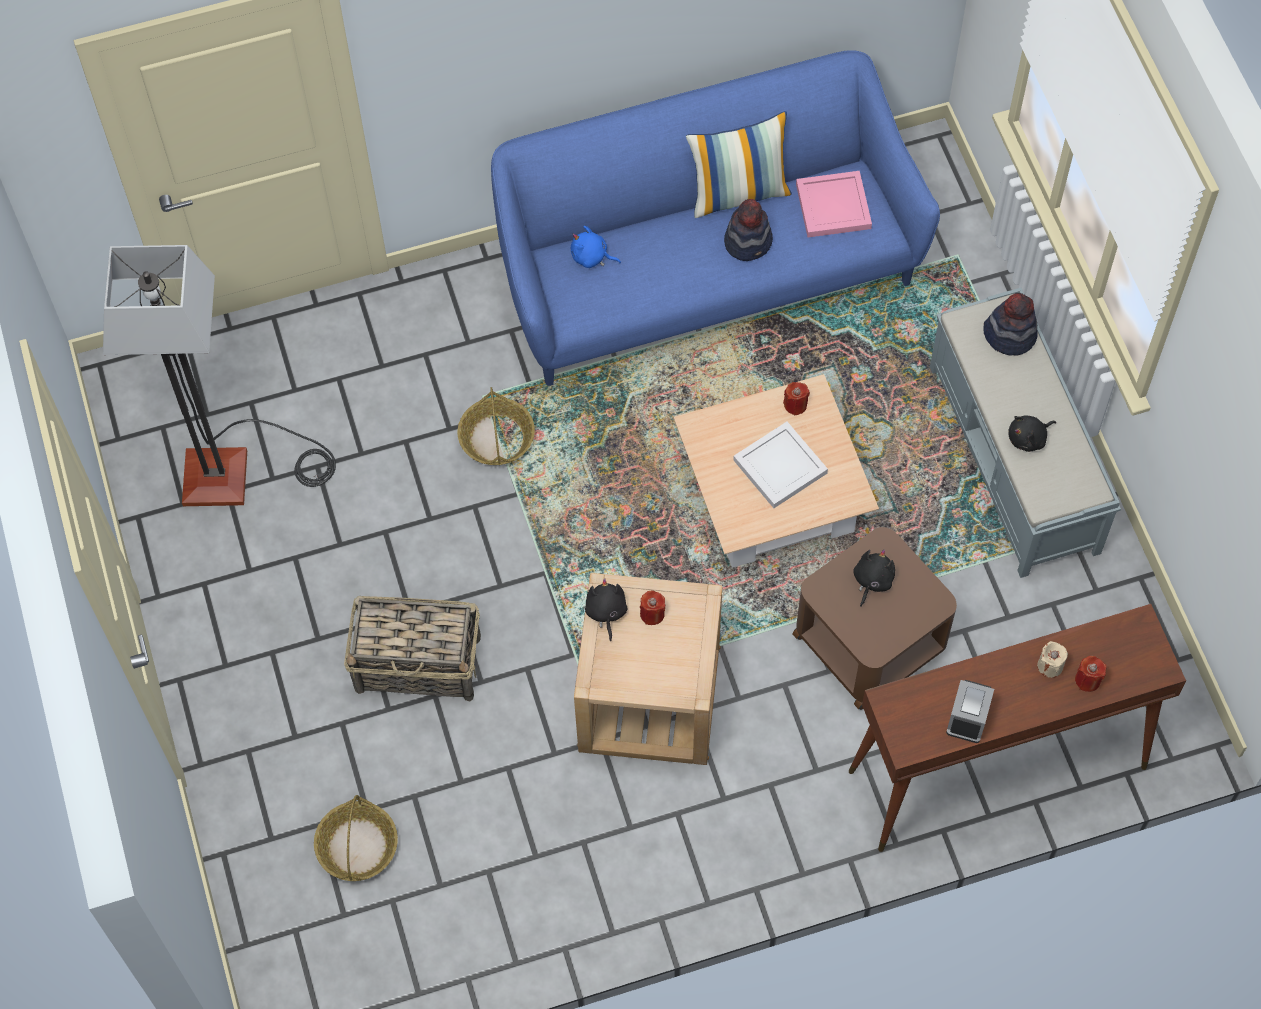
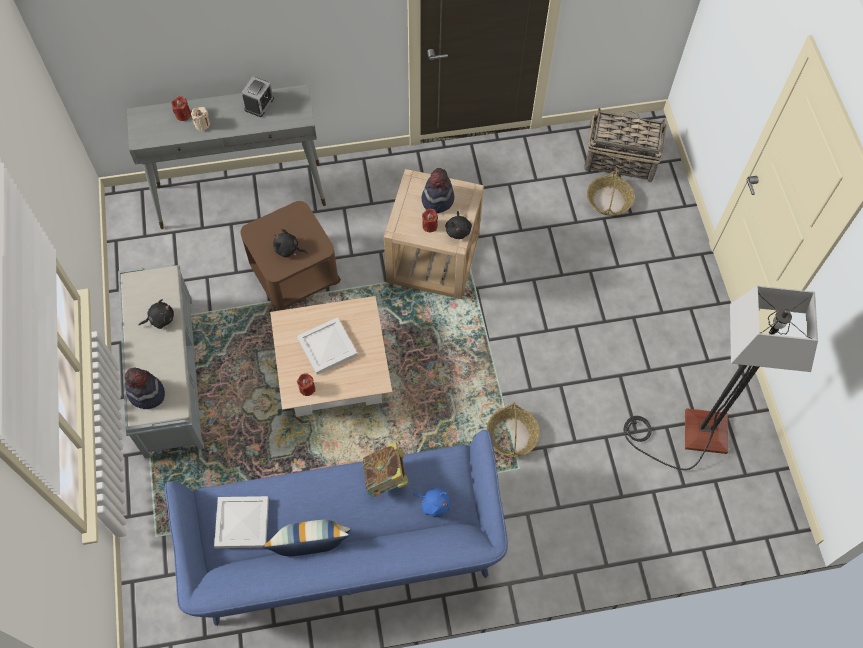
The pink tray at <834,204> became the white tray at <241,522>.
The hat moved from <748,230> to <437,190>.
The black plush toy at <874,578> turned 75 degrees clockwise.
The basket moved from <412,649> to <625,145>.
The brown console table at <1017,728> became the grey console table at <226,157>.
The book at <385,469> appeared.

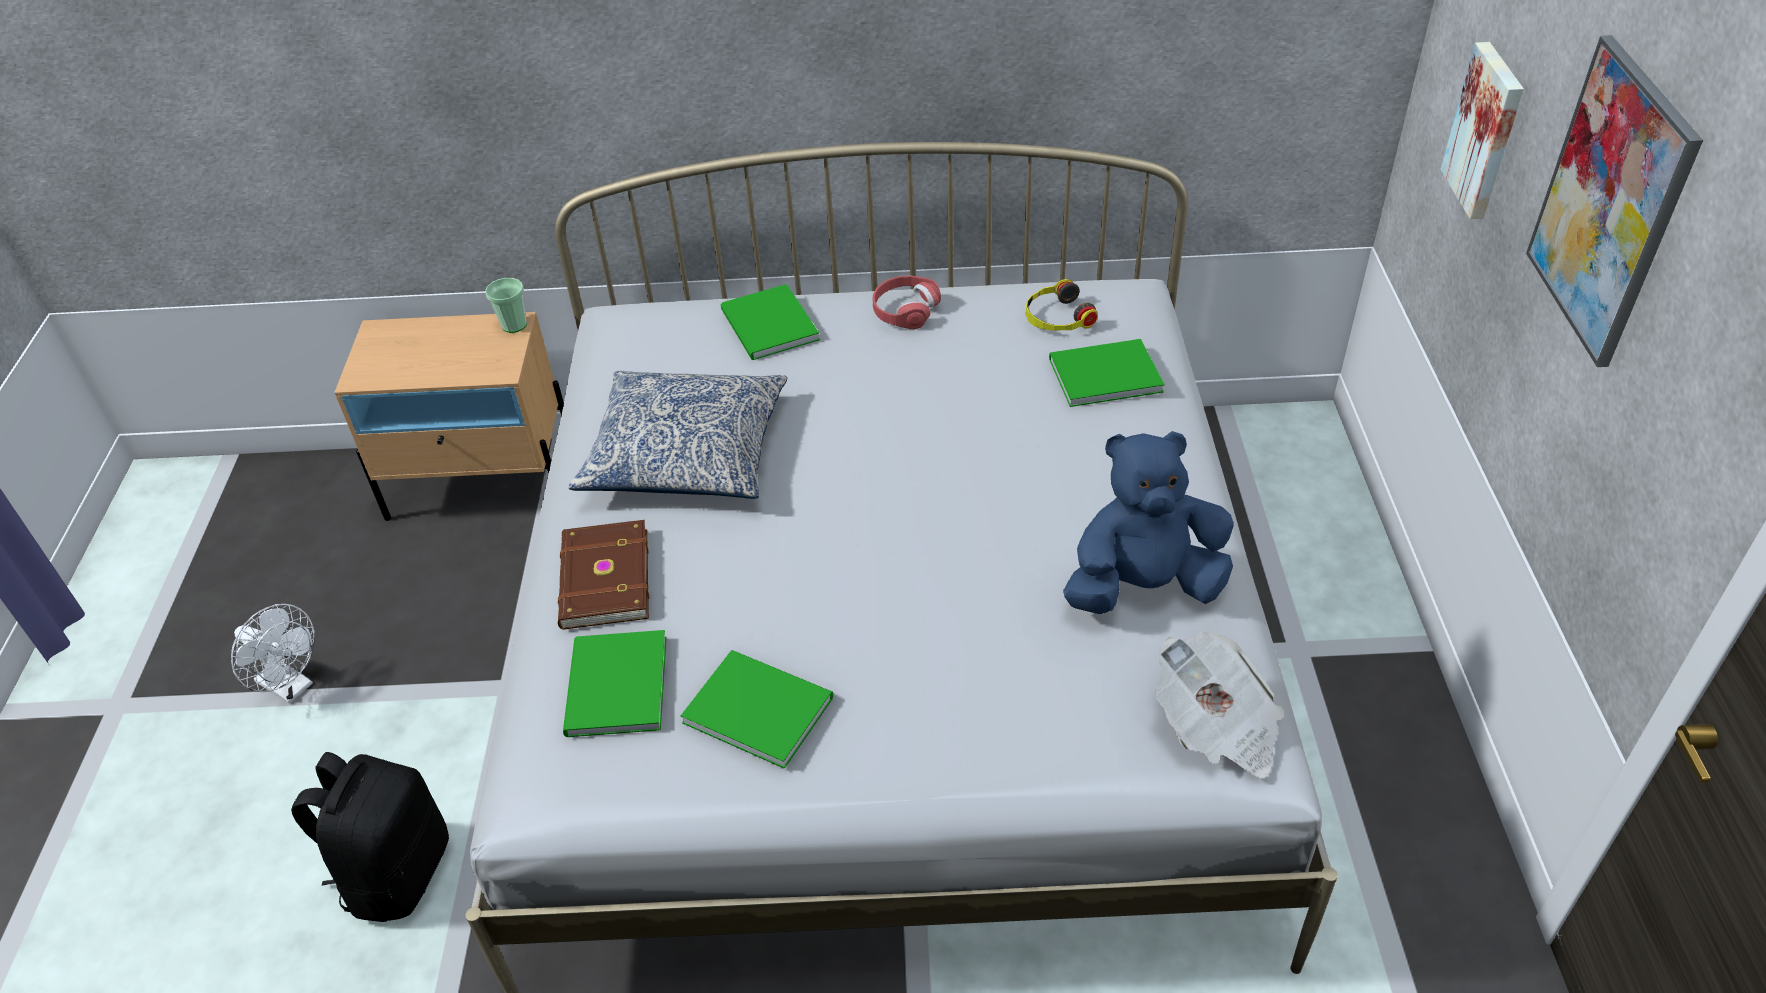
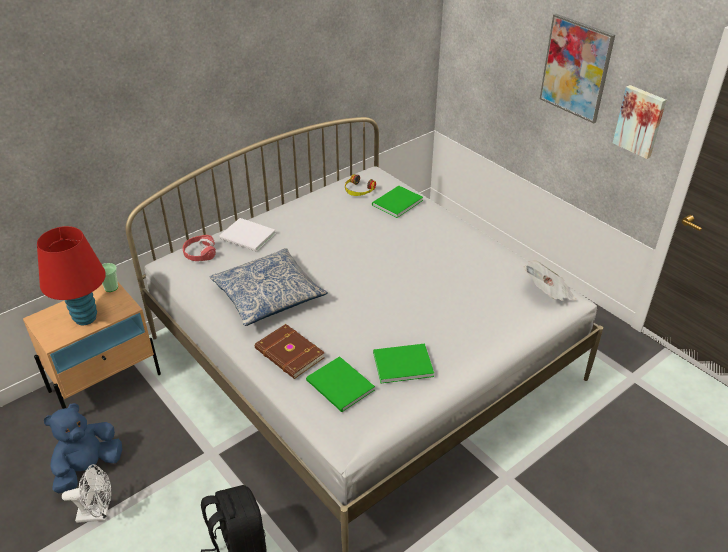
The picture moved from <1482,130> to <639,122>.
The red headphones moved from <906,302> to <199,248>.
The green book at <770,322> became the white book at <247,234>.
The blue plush toy moved from <1148,522> to <83,448>.
The red table lamp at <71,275> appeared.

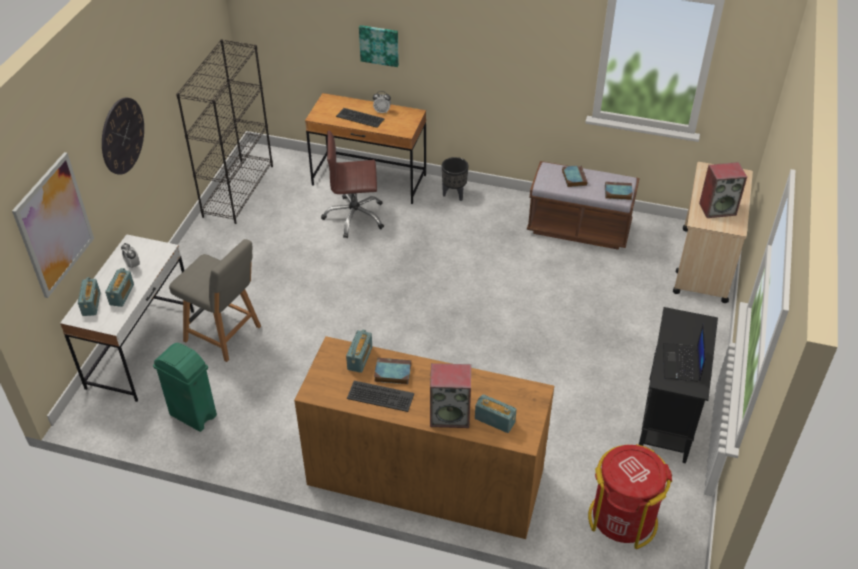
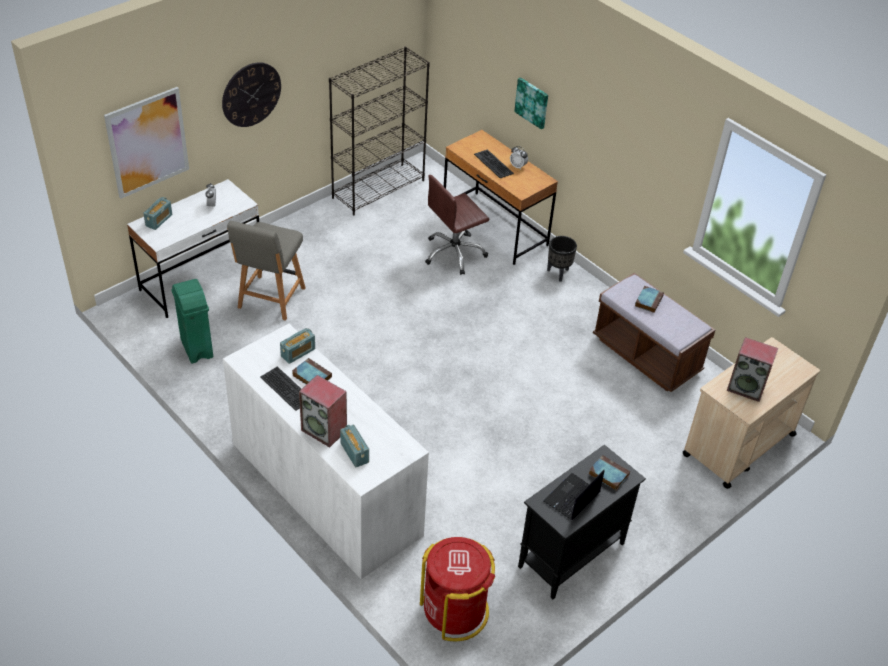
The brown office chair at <352,184> turned 60 degrees counterclockwise.
The book moved from <619,191> to <609,472>.
The grey chair at <215,300> turned 45 degrees clockwise.
The radio at <119,287> disappeared.
The brown dresser at <424,437> became the white dresser at <326,451>.

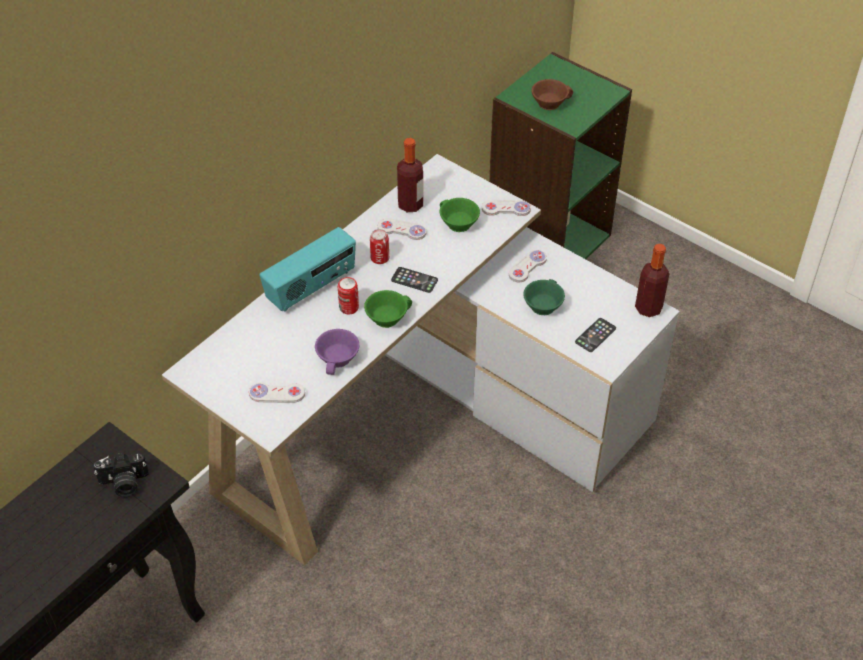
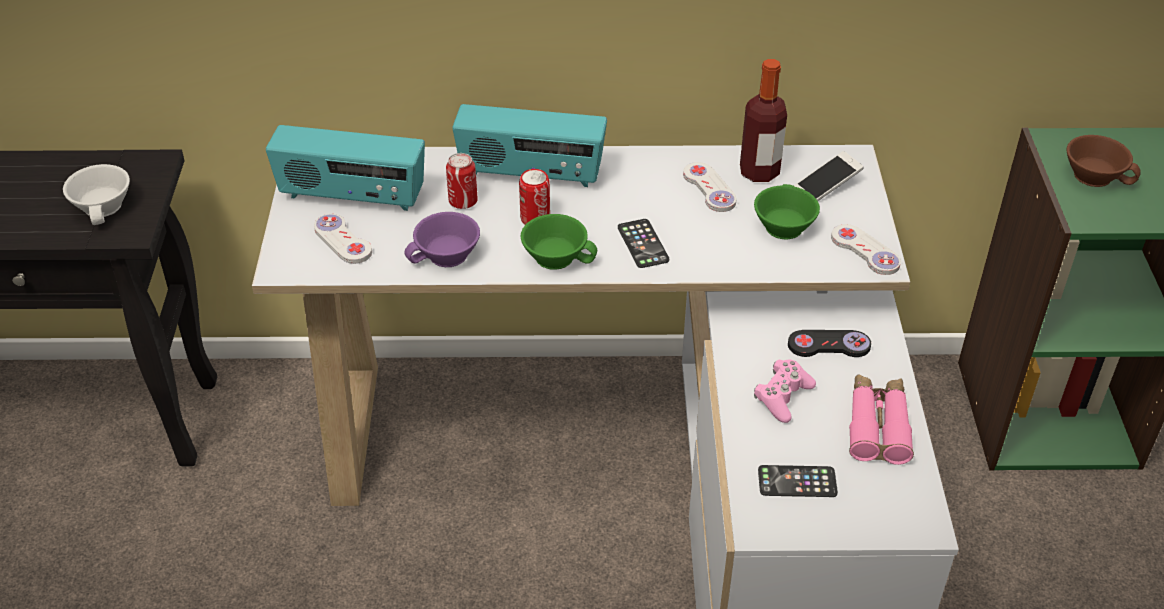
The can moved from <379,246> to <462,181>.
The bottle at <652,280> disappeared.
The white game controller at <528,266> became the black game controller at <829,343>.
The green cup at <544,297> was replaced by the pink game controller at <785,391>.
The photo camera at <121,474> was replaced by the white cup at <96,194>.
The radio at <345,168> appeared.
The phone at <828,176> appeared.
The pink binoculars at <881,419> appeared.

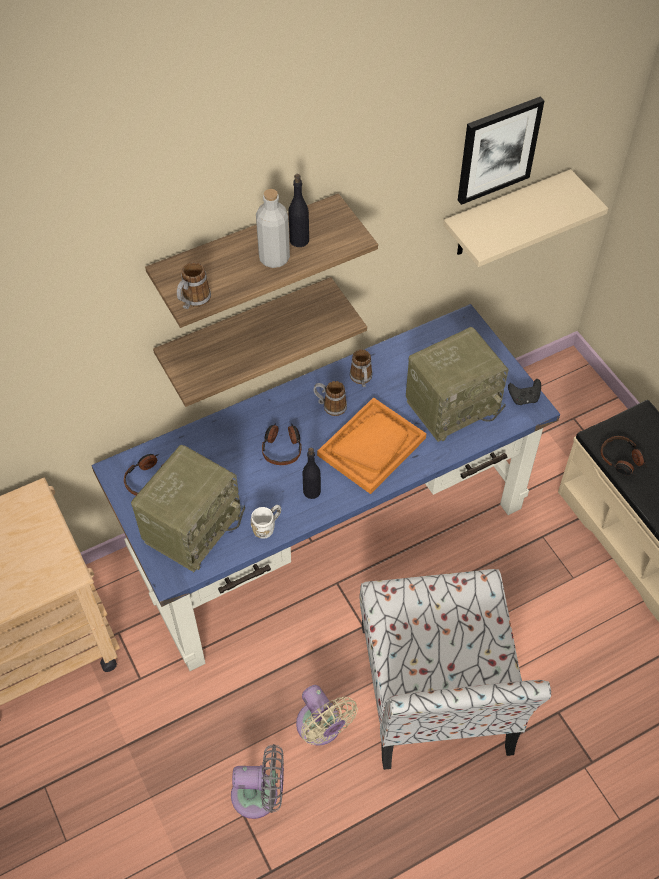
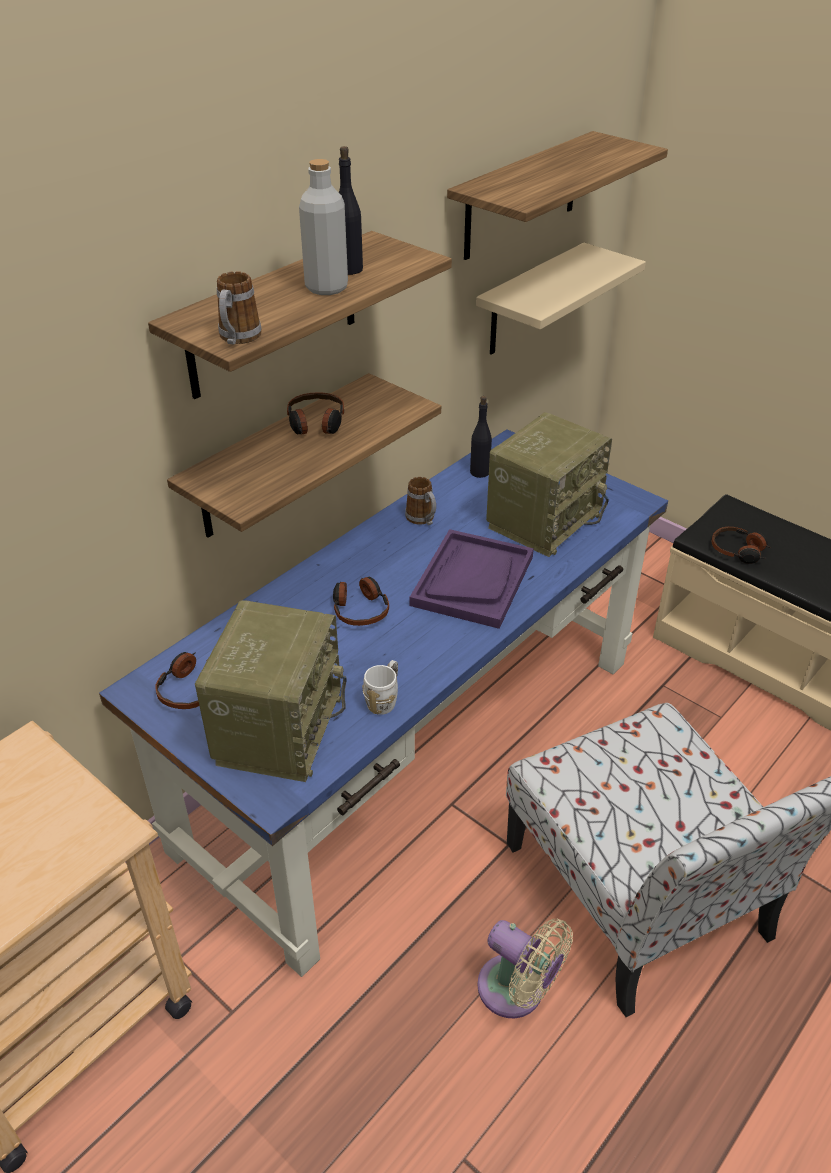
The picture at <500,151> was replaced by the shelf at <557,195>.
The black game controller at <524,392> disappeared.
The mug at <330,398> disappeared.
The orange tray at <372,445> became the purple tray at <472,579>.
The black bottle moved from <312,473> to <481,437>.
The grey fan at <257,781> disappeared.
The headphones at <315,414> appeared.

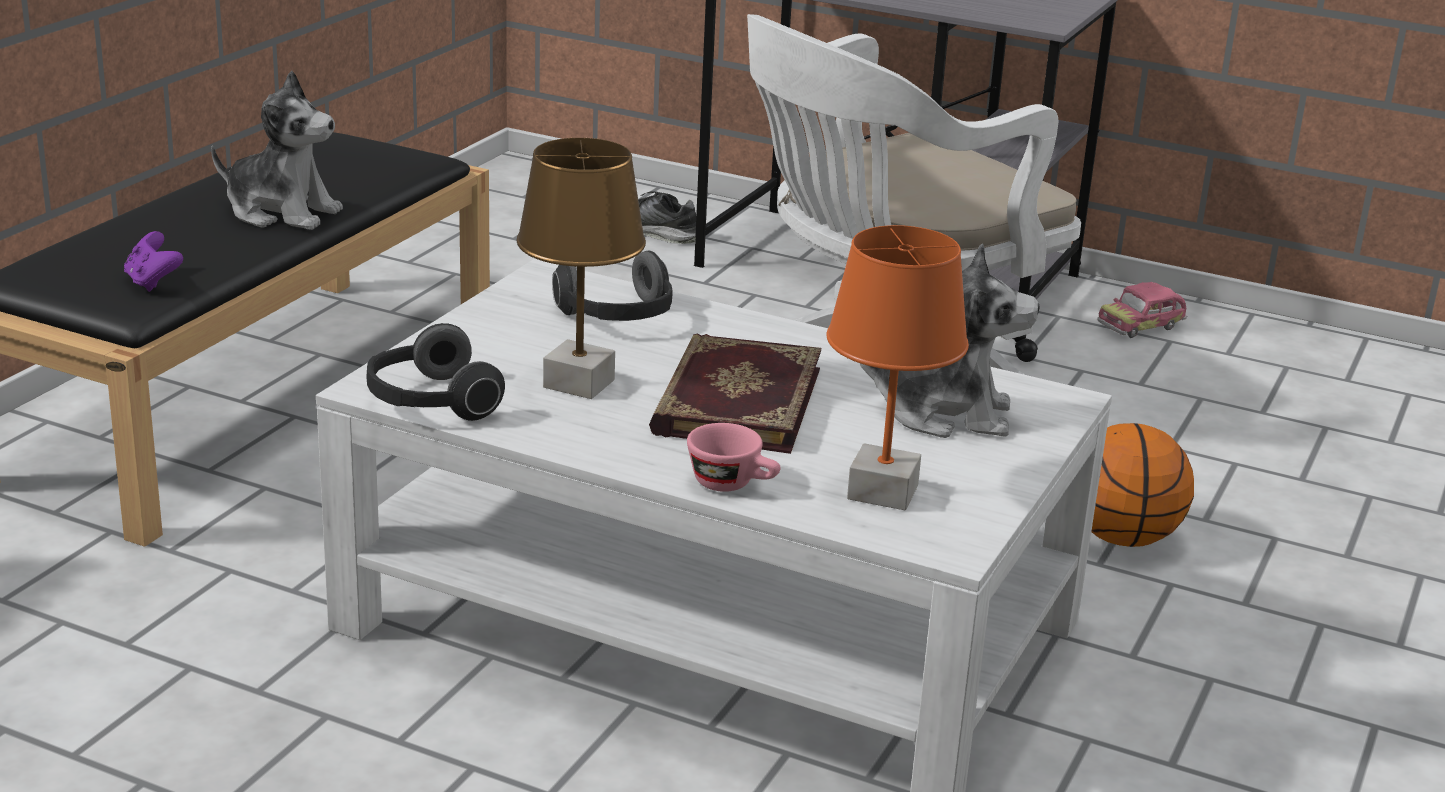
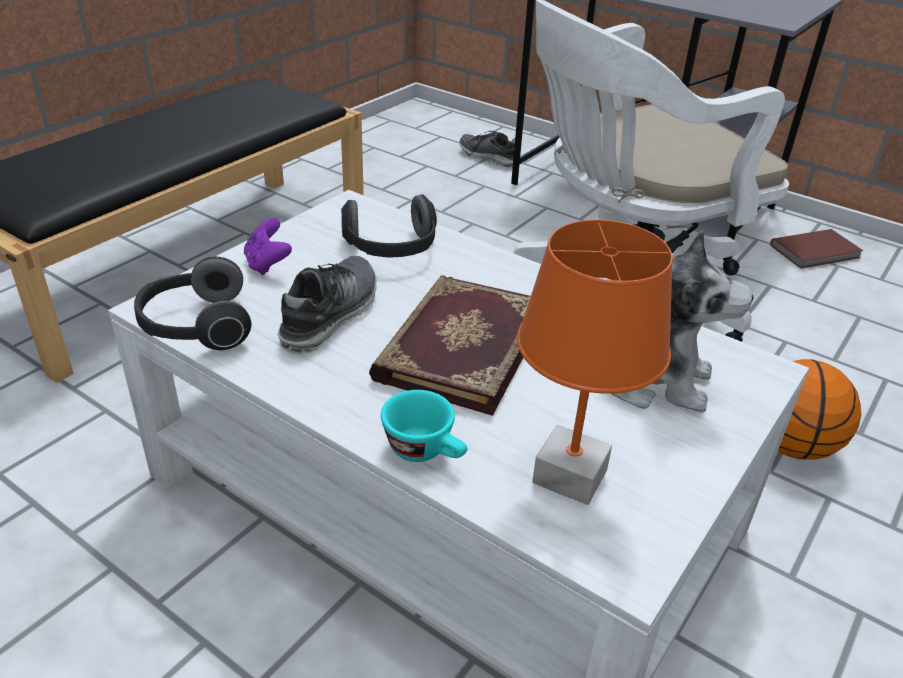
The plush toy at <277,150> disappeared.
The brown table lamp at <581,268> was replaced by the shoe at <327,305>.
The purple game controller moved from <153,261> to <268,246>.
The toy car at <1142,310> was replaced by the brown book at <817,249>.
The pink cup at <734,457> became the turquoise cup at <424,426>.

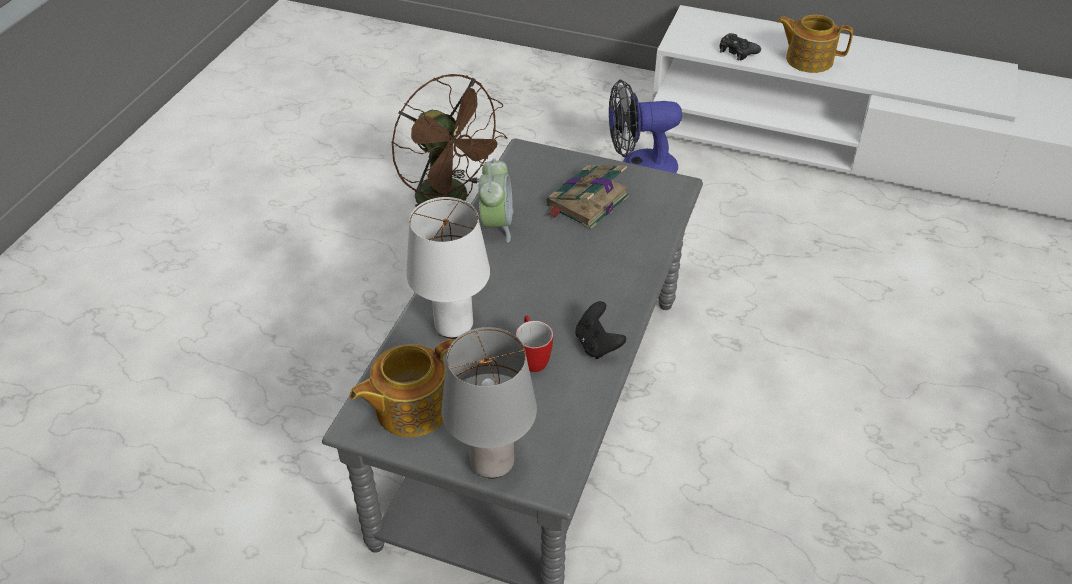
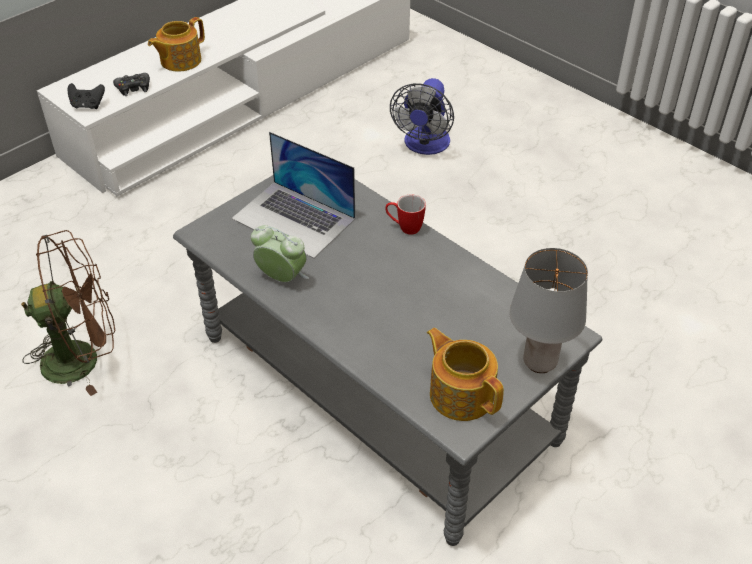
The fan moved from <645,126> to <422,116>.
The book at <588,197> was replaced by the laptop at <293,195>.
The white table lamp at <448,268> disappeared.
The black game controller moved from <600,330> to <86,96>.
The mug moved from <534,344> to <405,214>.
The teapot at <401,388> turned 150 degrees clockwise.

